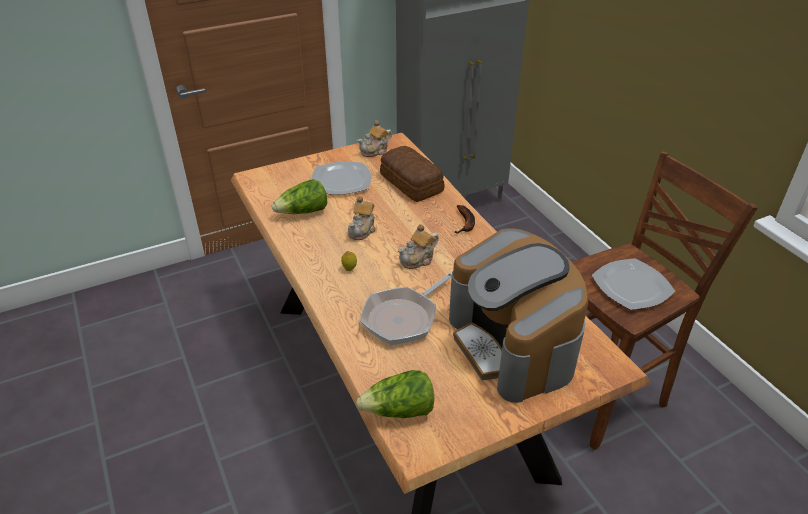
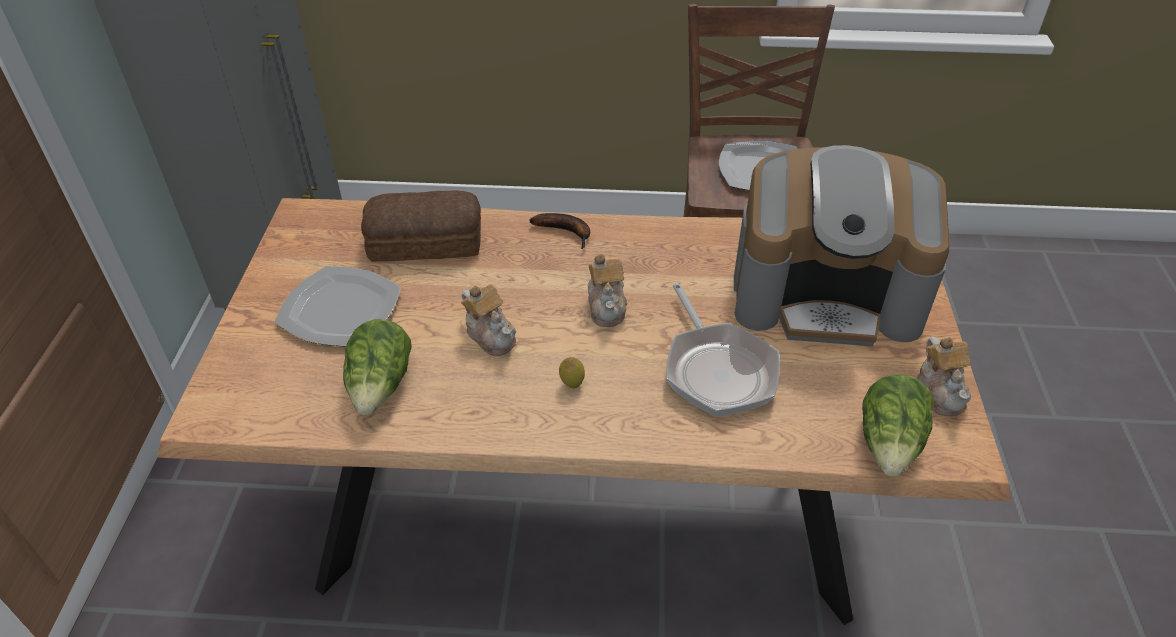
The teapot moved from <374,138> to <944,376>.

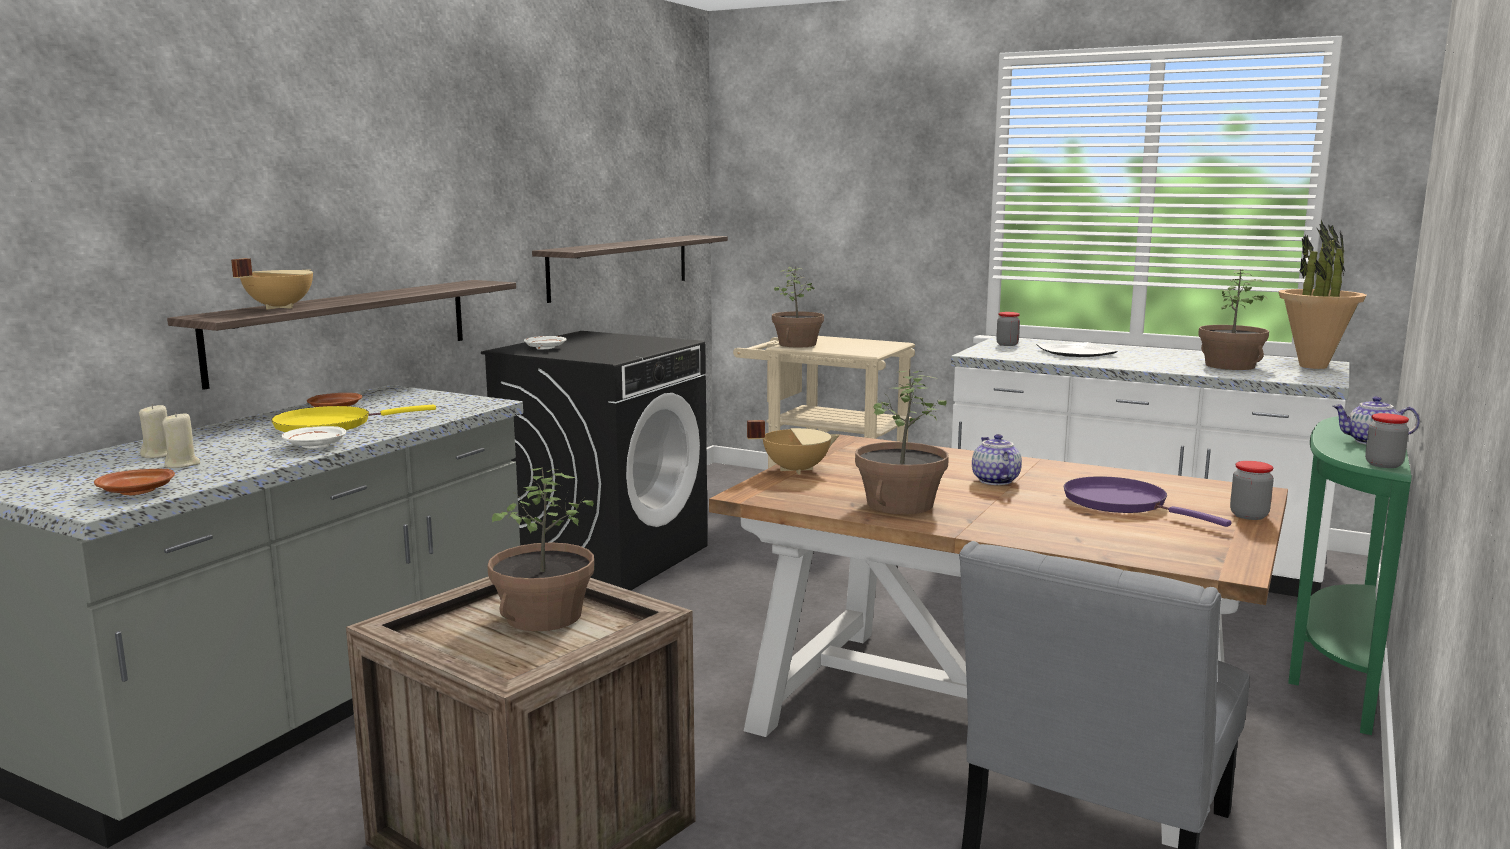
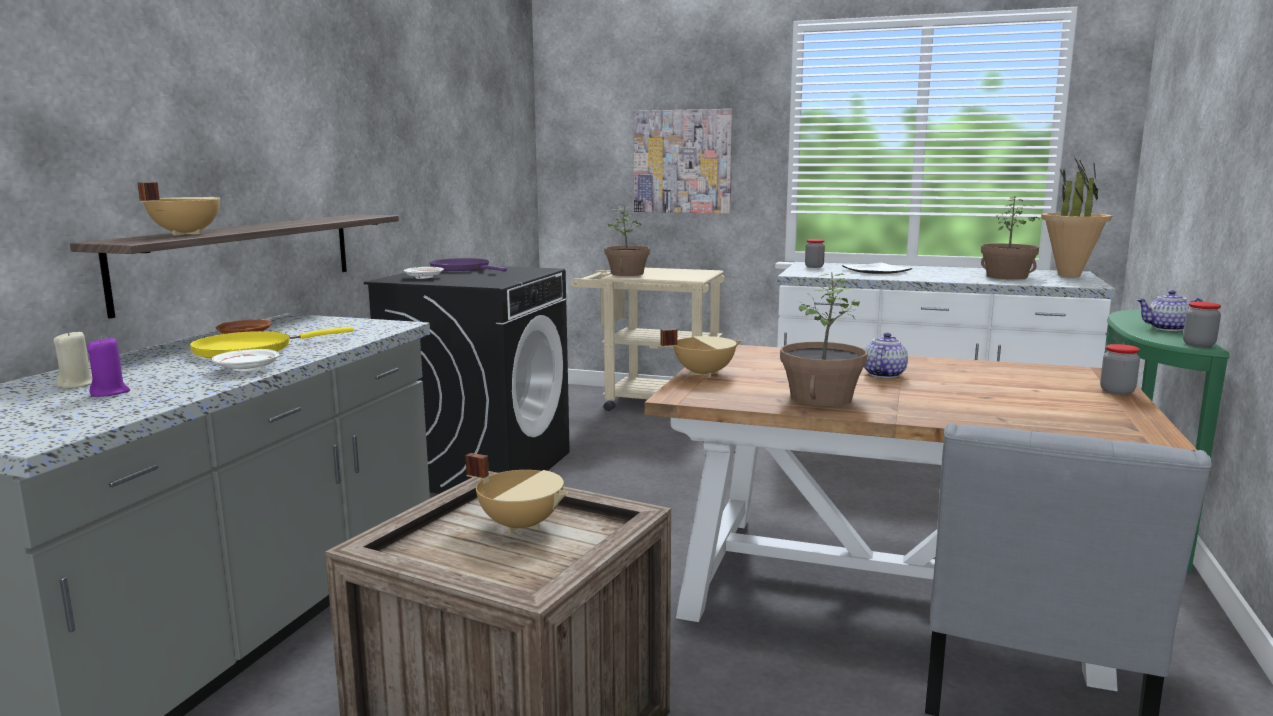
The shelf at <630,269> disappeared.
The beige candle at <181,440> became the purple candle at <108,366>.
The teapot at <997,459> turned 45 degrees clockwise.
The potted plant at <541,549> was replaced by the beige cooking pot at <517,493>.
The brown plate at <134,482> disappeared.
The purple frying pan moved from <1147,501> to <468,264>.
The picture at <683,161> appeared.

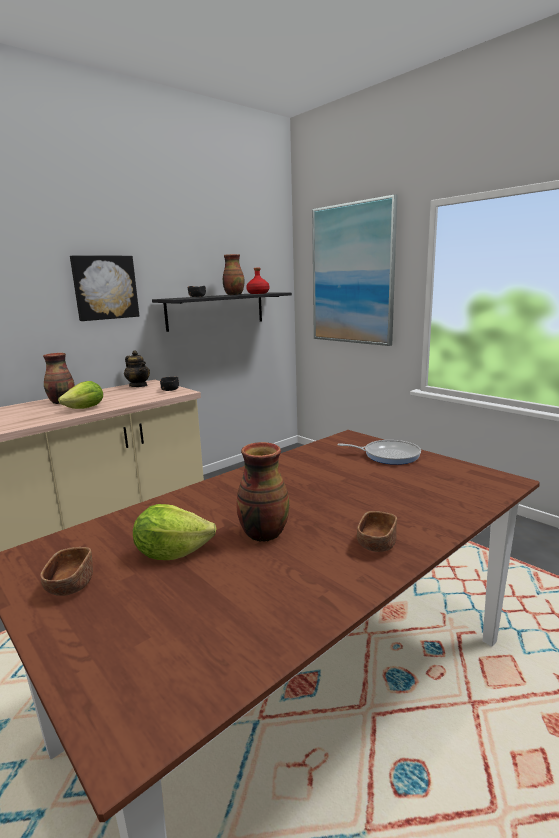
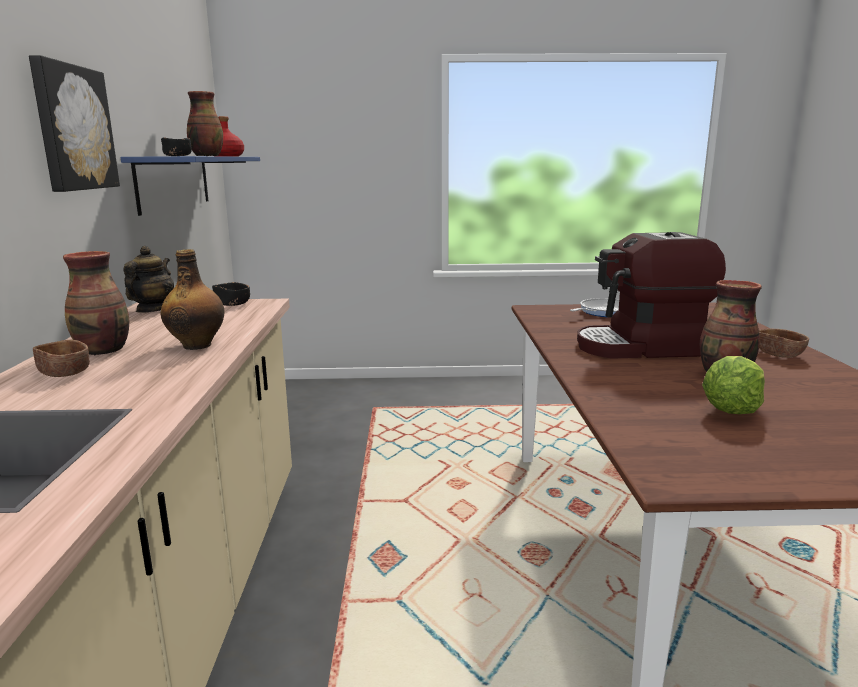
The picture at <355,270> disappeared.
The black shelf at <222,312> became the blue shelf at <190,186>.
The teapot at <137,369> turned 75 degrees counterclockwise.
The lettuce at <80,395> was replaced by the bottle at <193,299>.
The brown bowl moved from <66,571> to <61,358>.
The coffee machine at <651,295> appeared.

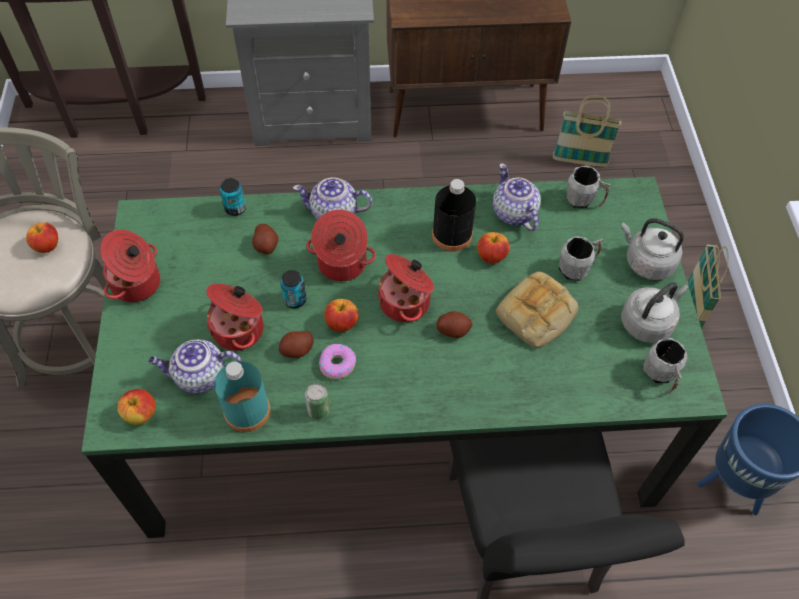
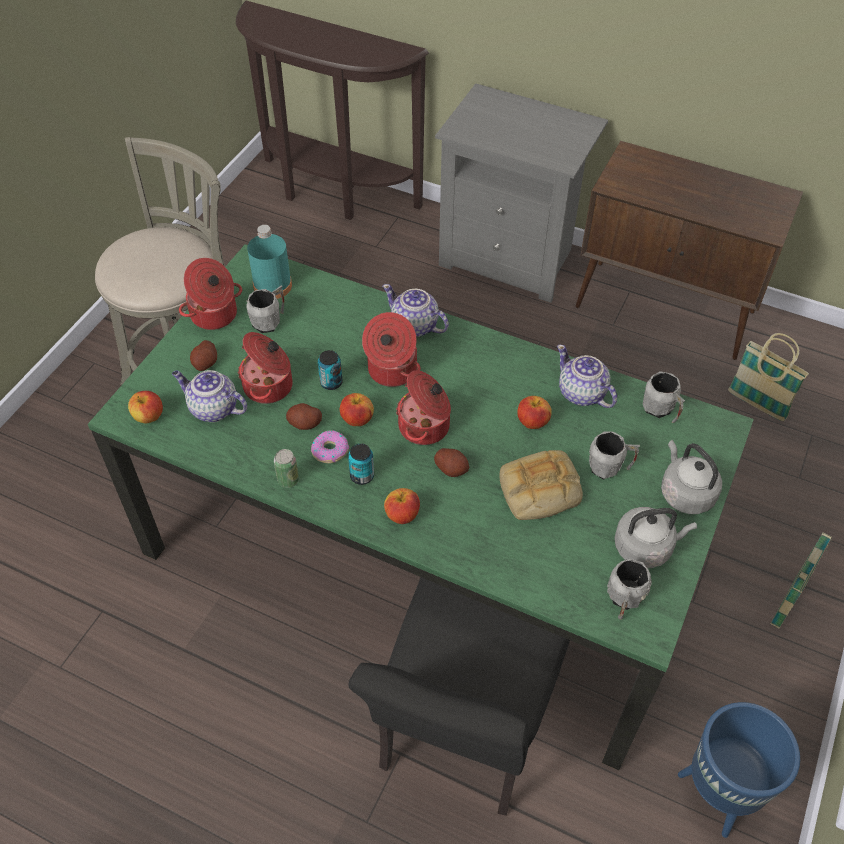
The teapot at <517,197> turned 45 degrees counterclockwise.
The can moved from <233,197> to <361,464>.
The black bottle at <454,215> disappeared.
The apple moved from <42,237> to <402,506>.
The potato moved from <265,239> to <203,355>.
The turquoise bottle moved from <242,396> to <269,262>.
The grey mug at <265,309> appeared.

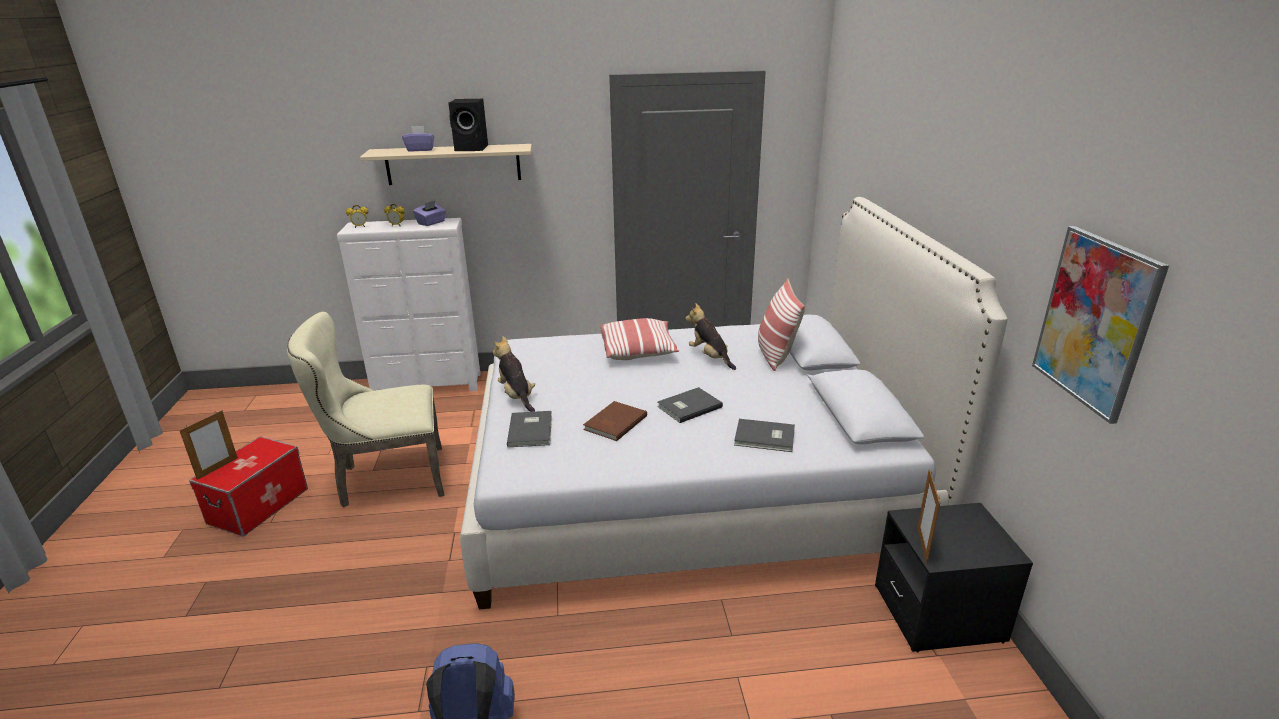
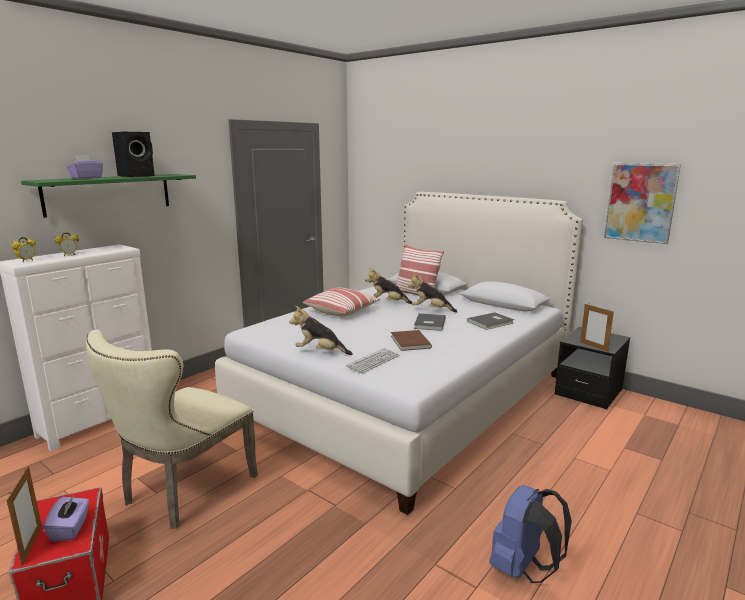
The beige shelf at <446,164> became the green shelf at <108,196>.
The purple tissue box moved from <429,213> to <66,518>.
The grey book at <529,429> was replaced by the keyboard at <373,360>.
The plush toy at <432,293> appeared.

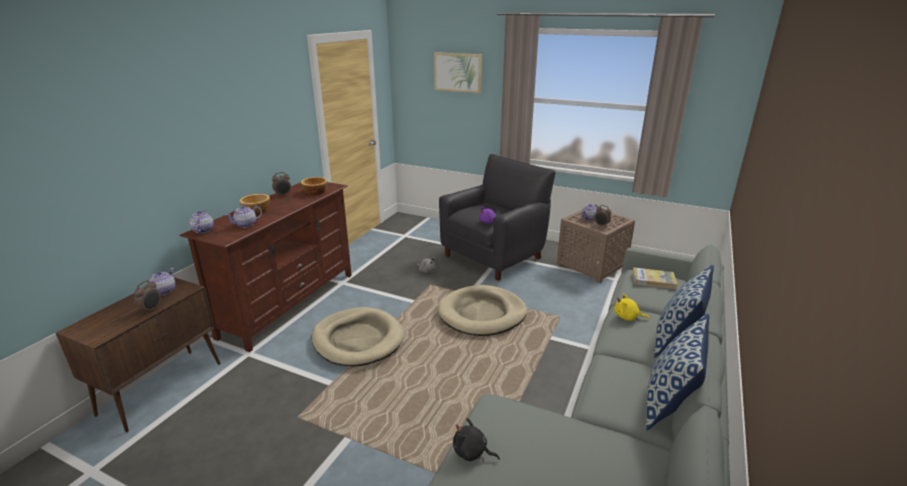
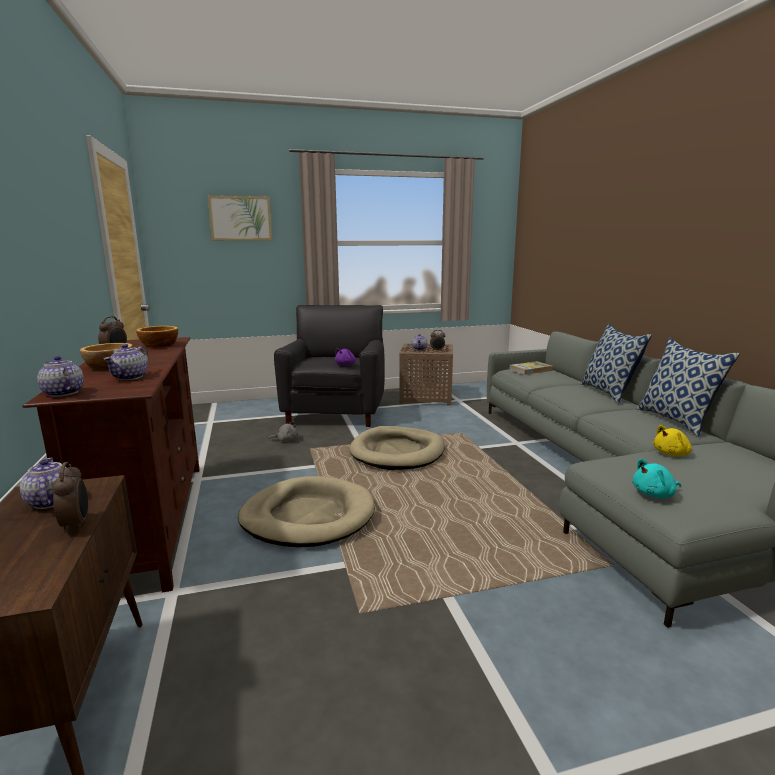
The yellow plush toy moved from <632,307> to <673,441>.
The black plush toy at <476,439> became the turquoise plush toy at <657,478>.

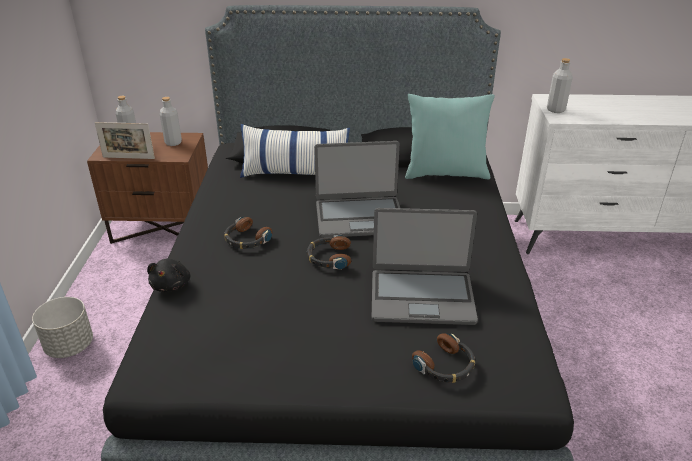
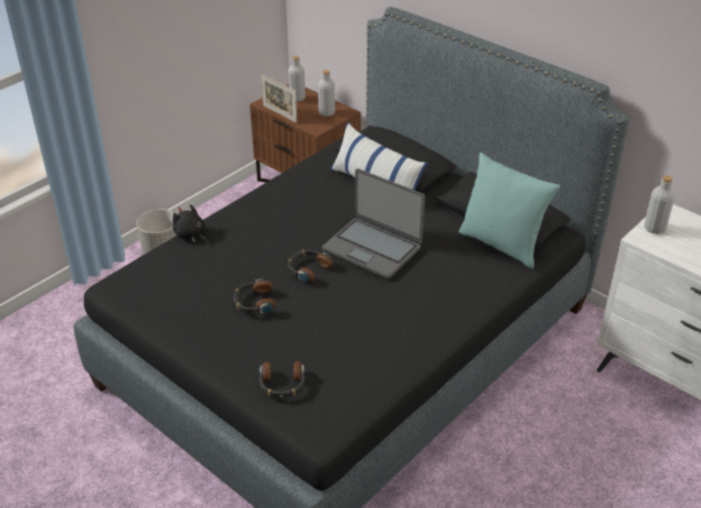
The laptop at <425,266> disappeared.
The headphones moved from <248,233> to <254,296>.
The black plush toy at <169,275> turned 90 degrees clockwise.

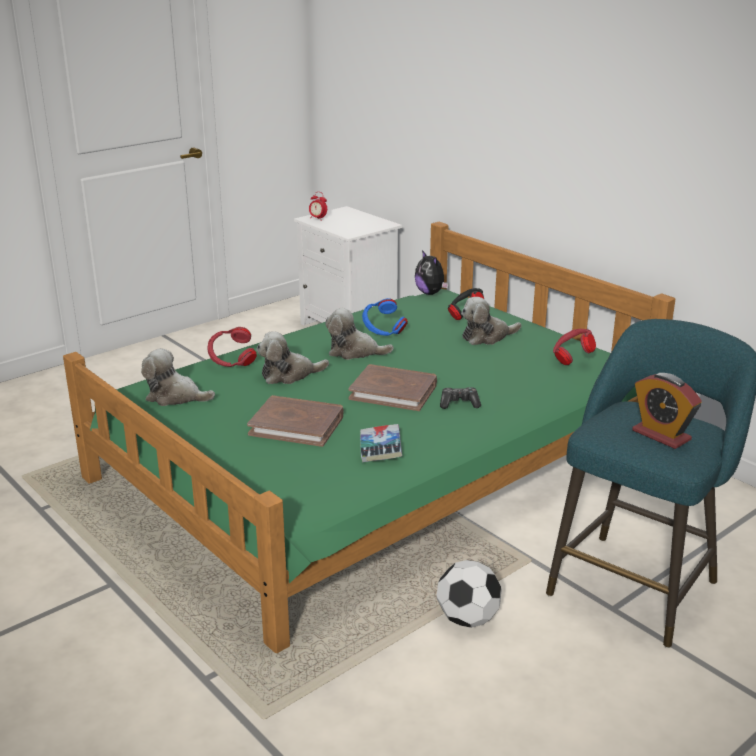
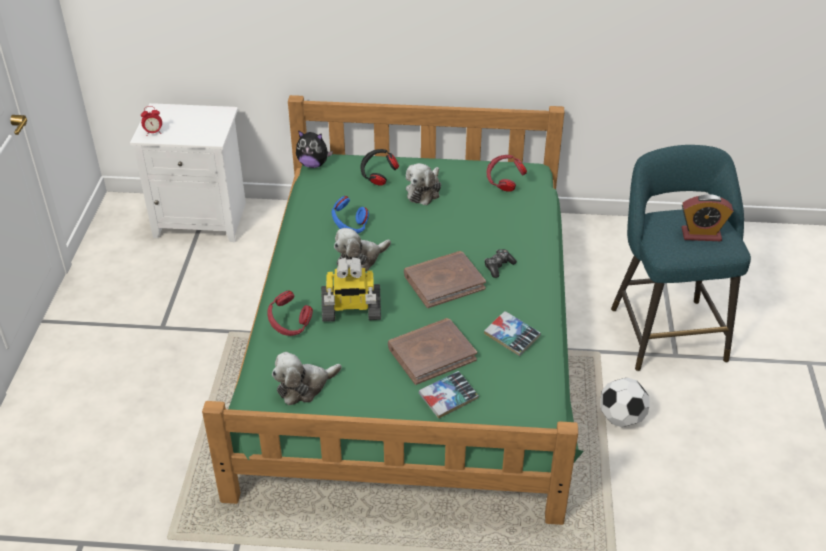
The plush toy at <292,357> was replaced by the toy robot at <351,289>.
The book at <449,395> appeared.

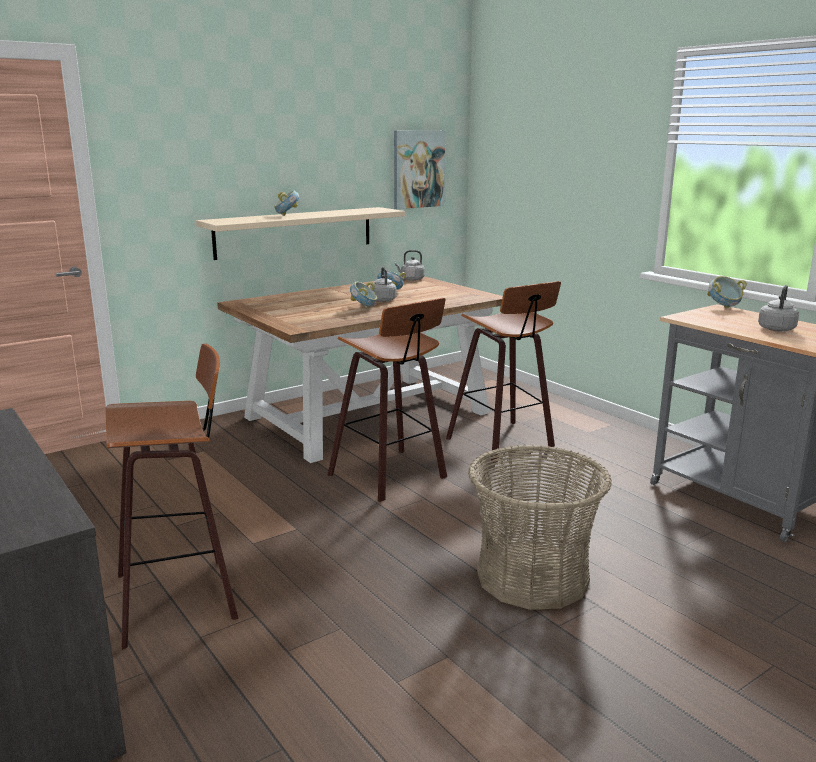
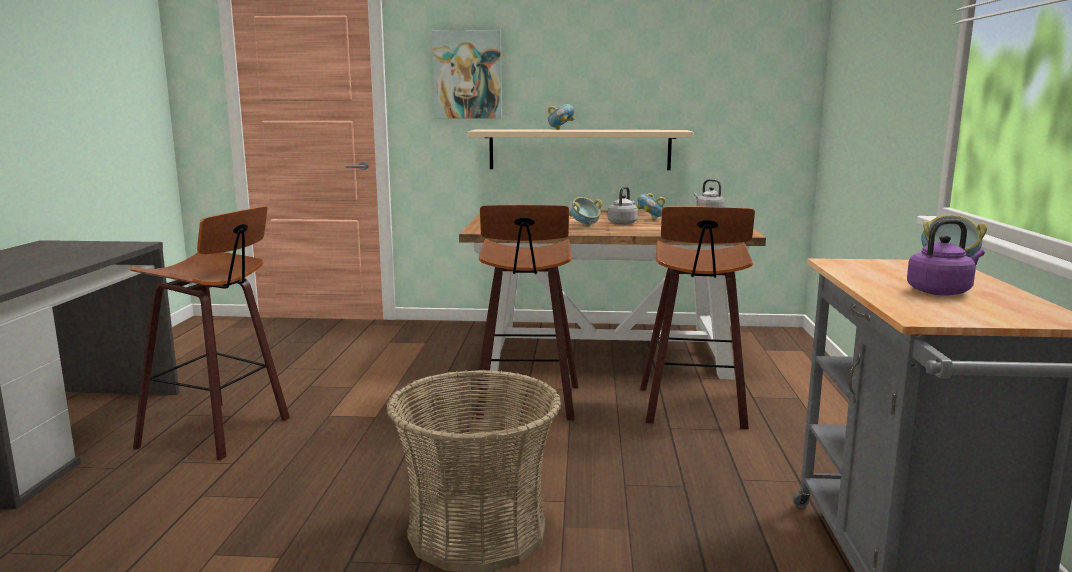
The picture moved from <420,169> to <467,74>.
The grey kettle at <778,308> became the purple kettle at <946,257>.

